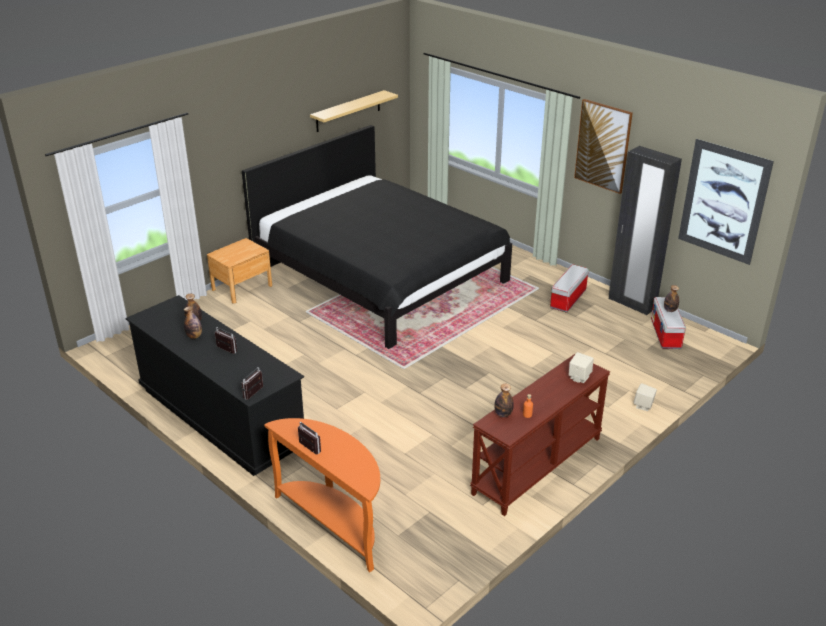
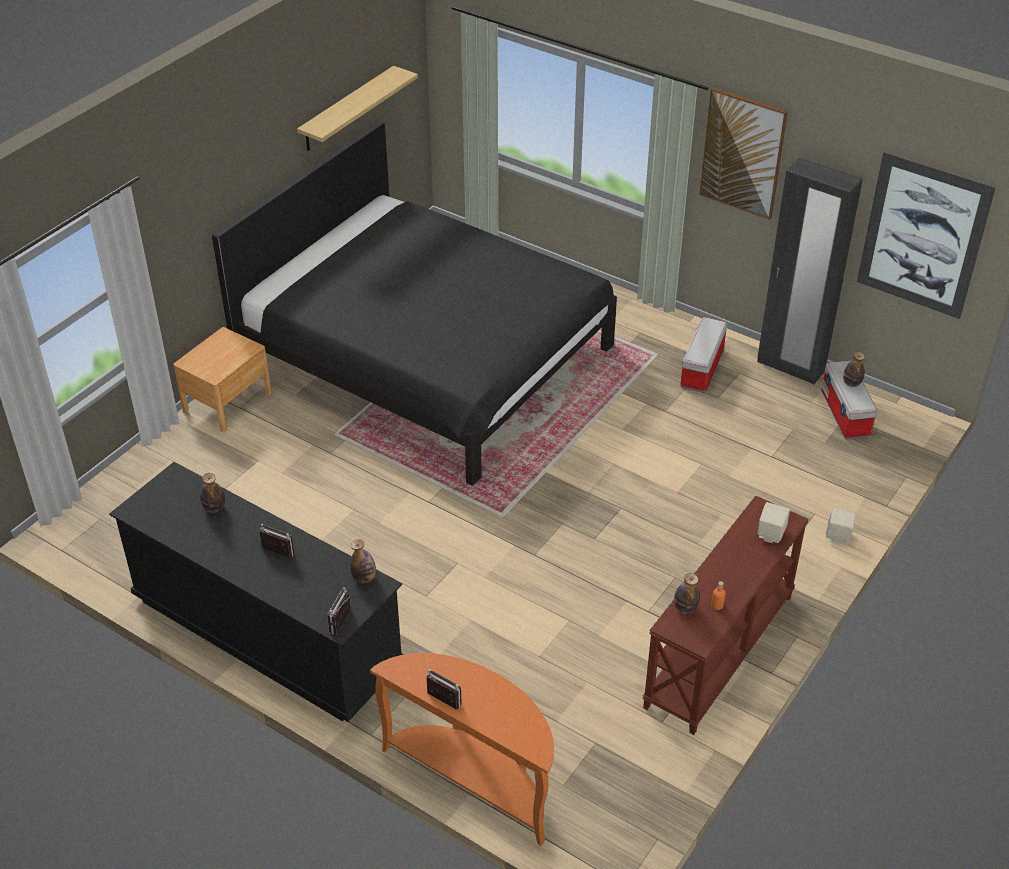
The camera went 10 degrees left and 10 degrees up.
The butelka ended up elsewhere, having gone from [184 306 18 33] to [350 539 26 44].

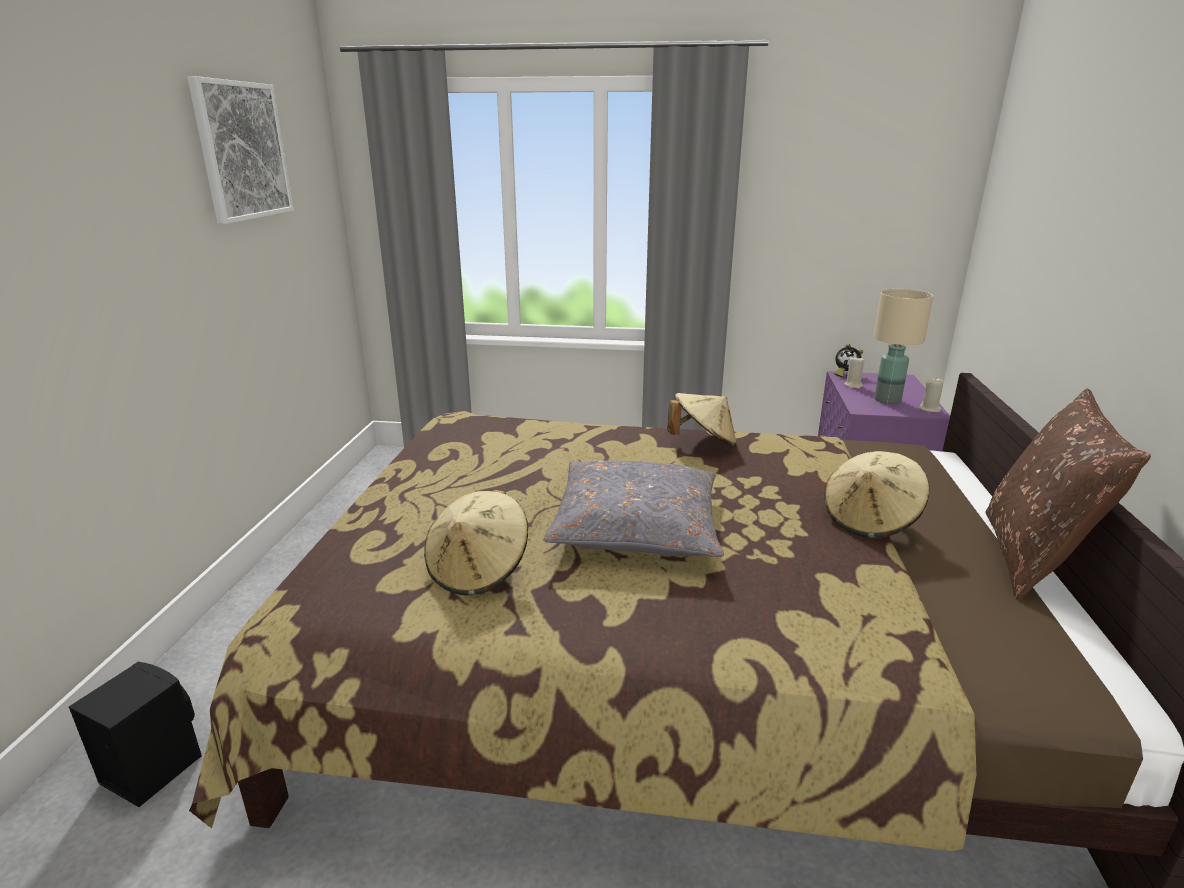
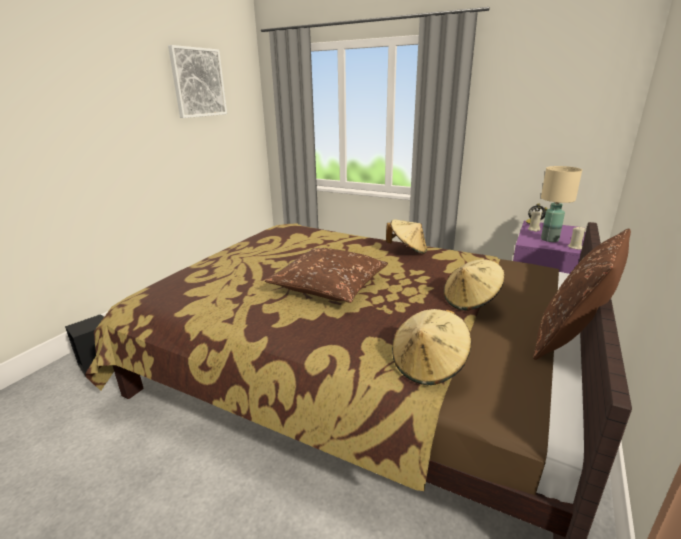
The camera went 20 degrees right and 0 degrees up.
What was the poduszka/szary at [543 460 181 97] turned into the poduszka/brązowy at [265 248 123 55].
The kapelusz/beżowy ended up elsewhere, having gone from [424 490 104 106] to [392 309 79 76].

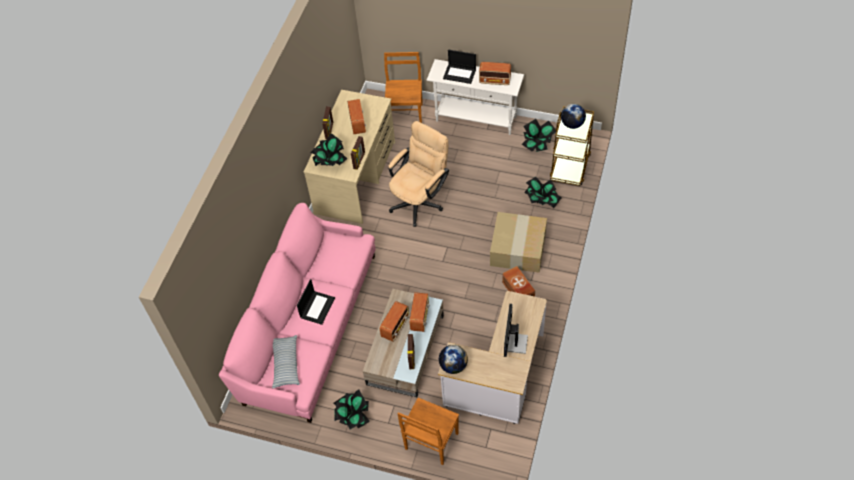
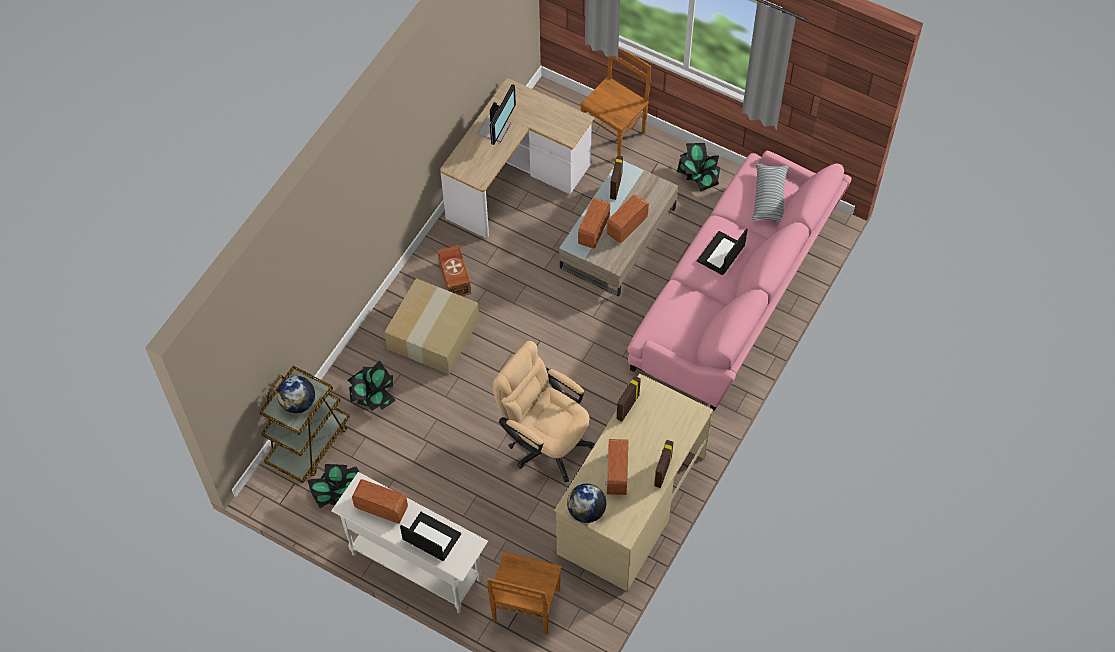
The camera went 170 degrees left and 5 degrees up.
The krzesło biurowe/beżowy at [388 121 61 106] ended up facing another way, 75 degrees clockwise from before.
The second view lost the roślina doniczkowa at [310 133 38 33].
The globus ended up elsewhere, having gone from [439 345 29 29] to [567 484 39 39].

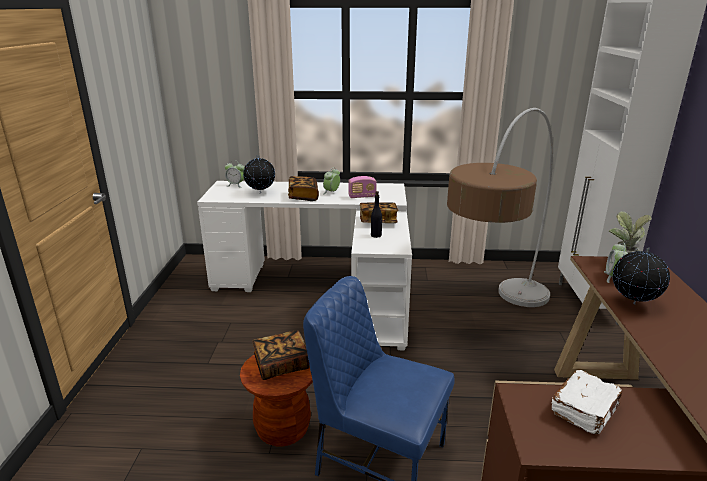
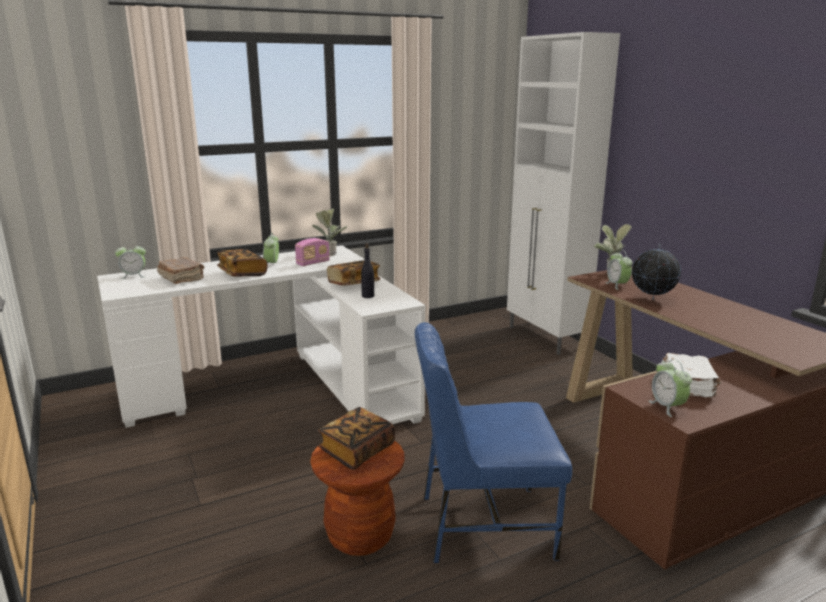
The camera went 30 degrees left and 5 degrees down.
The second view lost the lampa stojąca at [447 108 106 199].
Where the globus stood at [243 158 32 32], the książka/brązowy came to stand at [157 257 47 27].
The second view gained the roślina doniczkowa at [312 208 35 48].
The second view gained the budzik at [649 359 43 58].

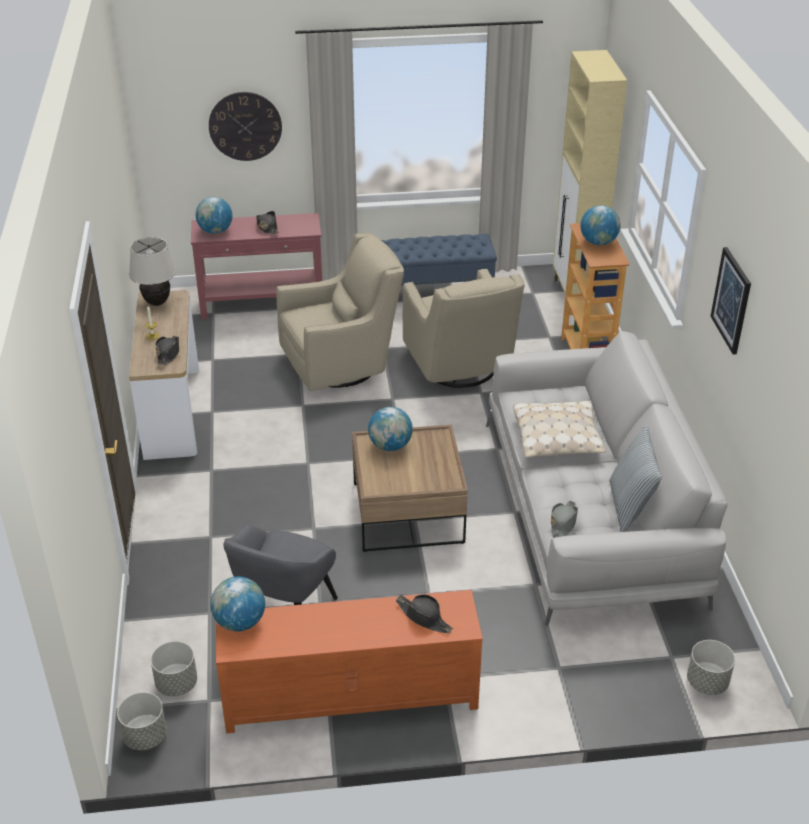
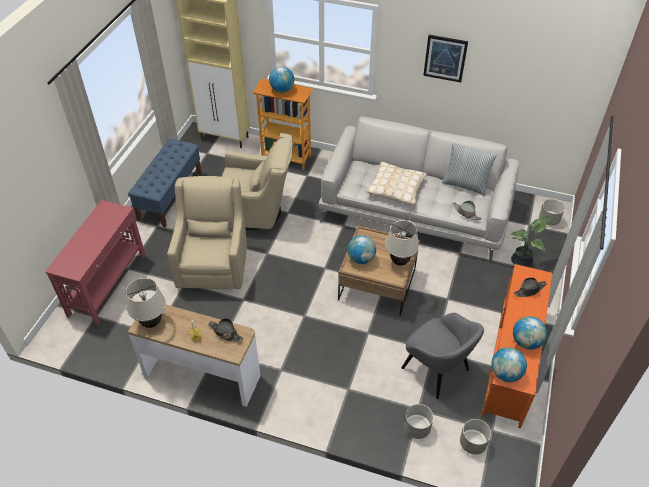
The camera went 65 degrees left and 10 degrees up.
The second view lost the zegar ścienny at [209 92 73 69].
The globus ended up elsewhere, having gone from [196 197 36 37] to [513 316 34 34].
The second view lost the kapelusz/czarny at [256 211 23 23].
The donica/szary ended up elsewhere, having gone from [117 692 50 58] to [404 404 29 35].
The second view gained the roślina doniczkowa at [510 215 40 52].
The second view gained the lampa stołowa/beżowy at [385 220 34 46].

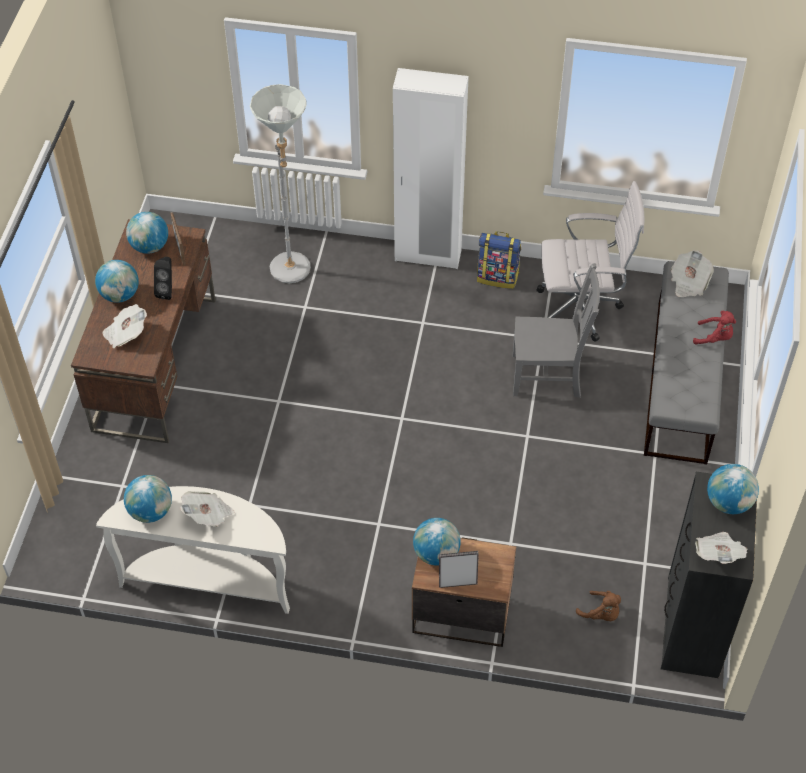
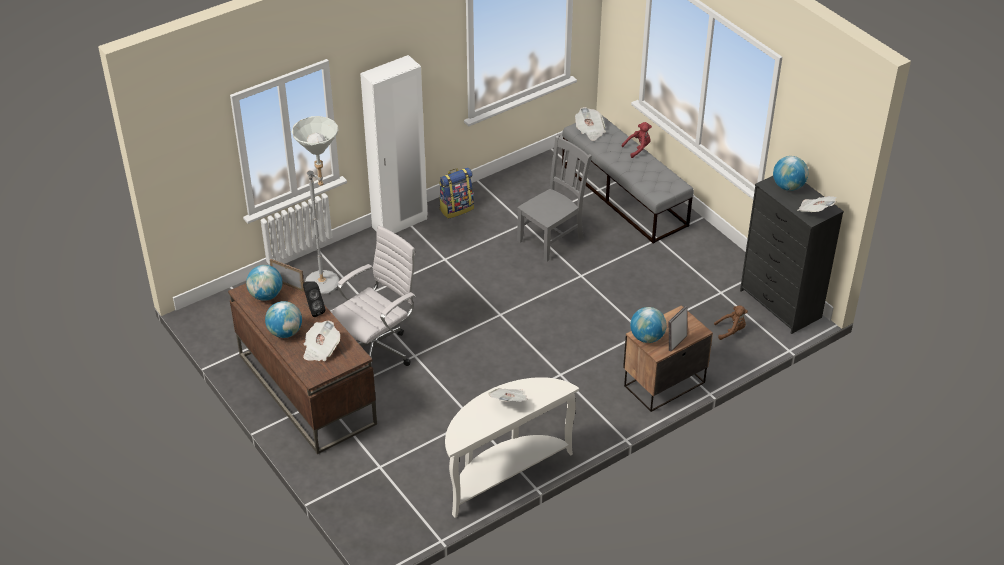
The camera went 45 degrees left and 10 degrees down.
The krzesło biurowe/biały ended up elsewhere, having gone from [537 181 108 161] to [331 225 85 141].
The second view lost the globus at [124 475 48 48].

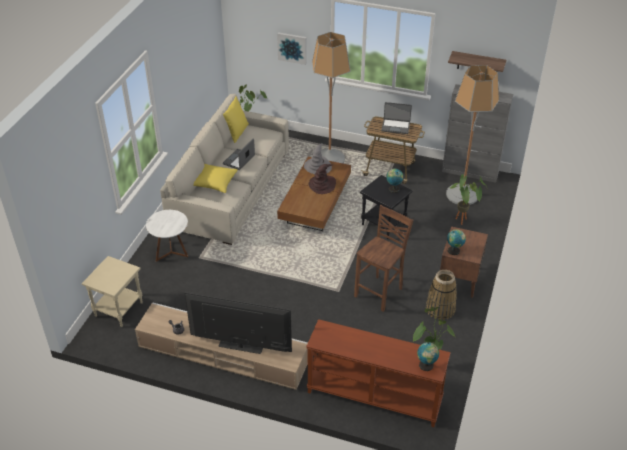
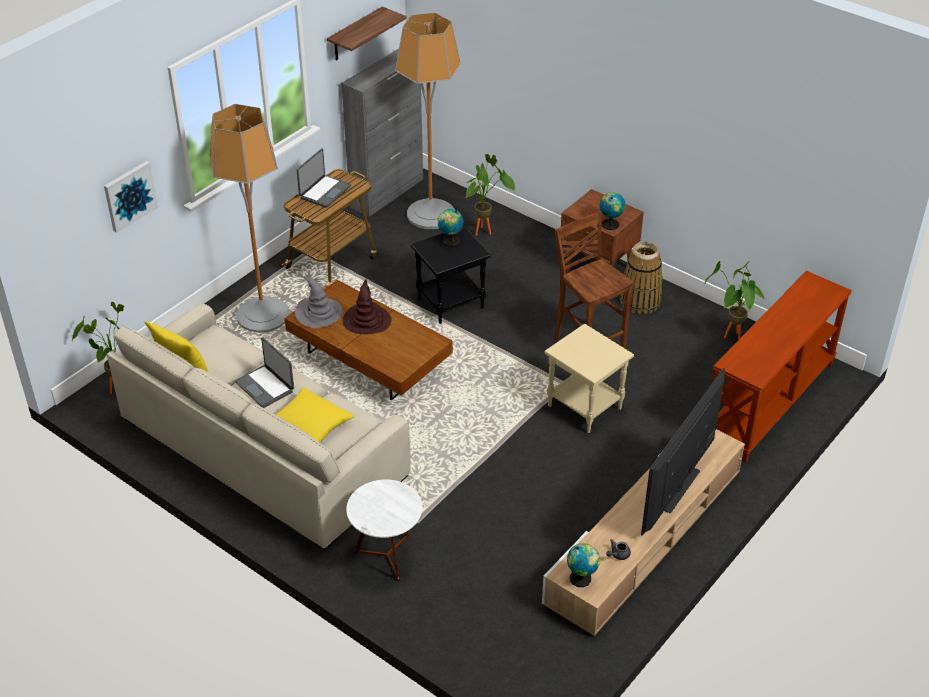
The camera went 70 degrees left and 0 degrees up.
The stolik/beżowy ended up elsewhere, having gone from [82 256 61 71] to [544 324 90 109].
The globus ended up elsewhere, having gone from [417 342 22 29] to [567 543 33 44].

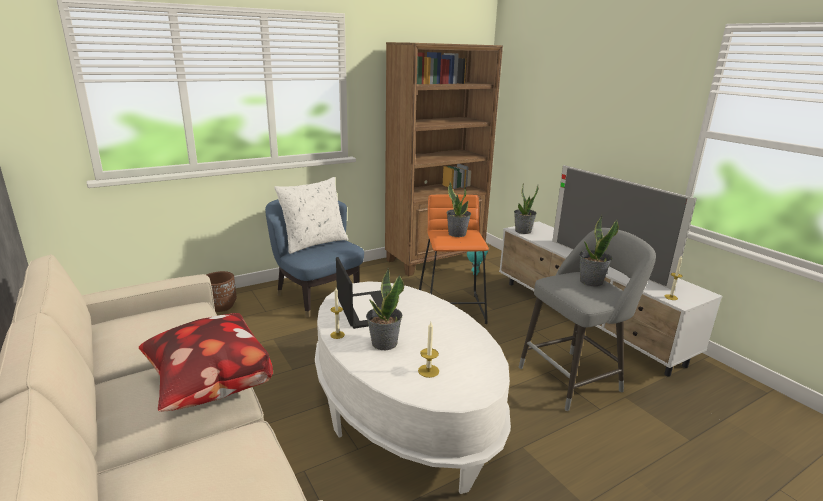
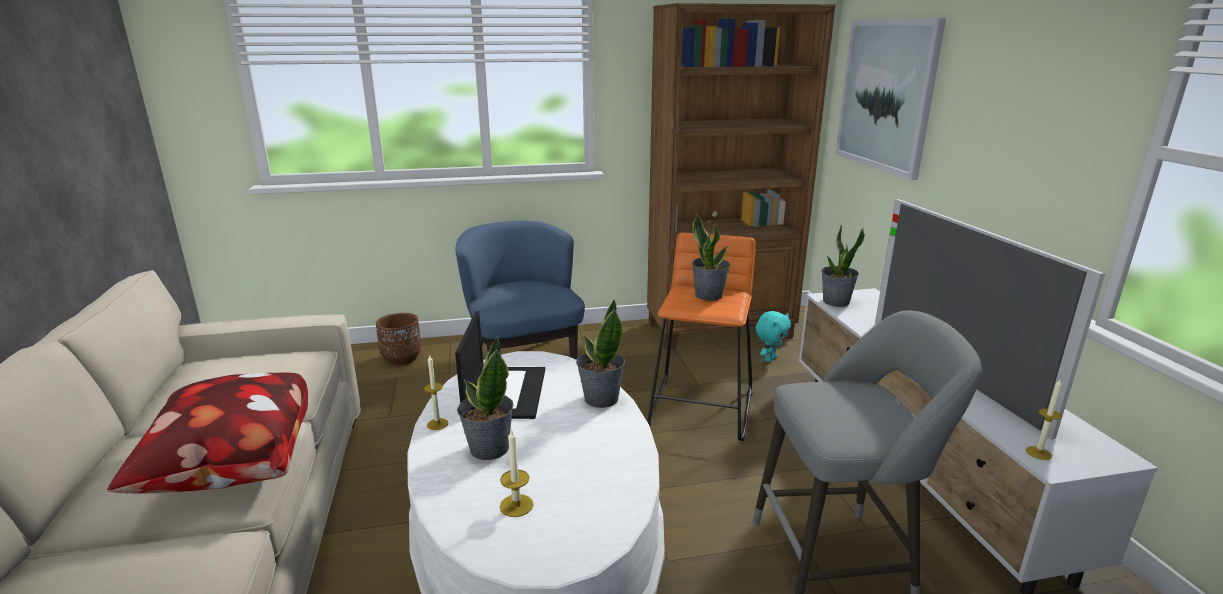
The camera went 20 degrees right and 0 degrees up.
The second view lost the poduszka/biały at [274 177 75 77].
The roślina doniczkowa ended up elsewhere, having gone from [579 215 40 71] to [576 299 49 109].
The second view gained the obraz at [835 18 111 162].

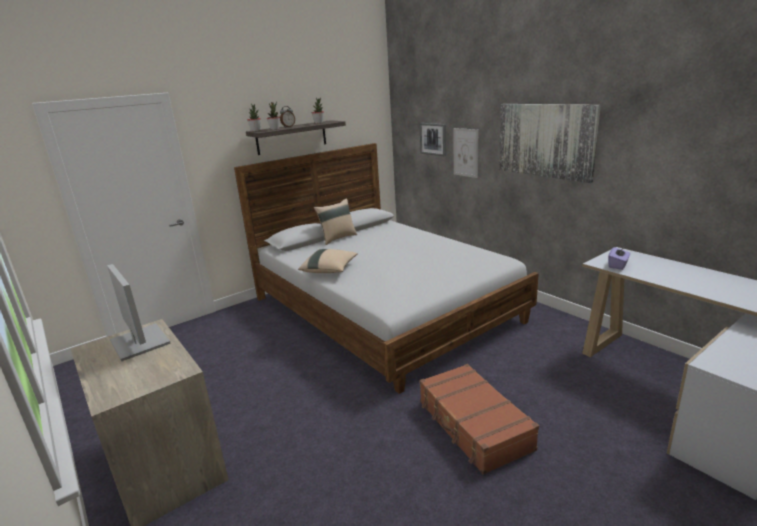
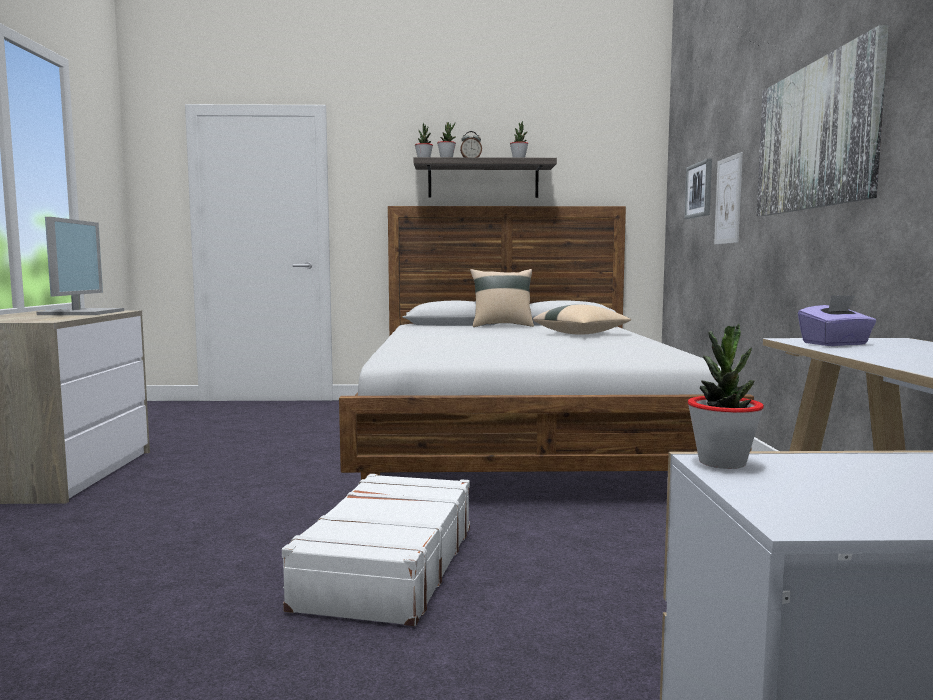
The camera went 35 degrees right and 15 degrees down.
The poduszka/beżowy ended up elsewhere, having gone from [298 249 60 24] to [533 304 98 31].
What was the walizka/brązowy at [419 364 120 111] turned into the walizka/biały at [282 474 188 152].
The second view gained the roślina doniczkowa at [687 324 77 145].

